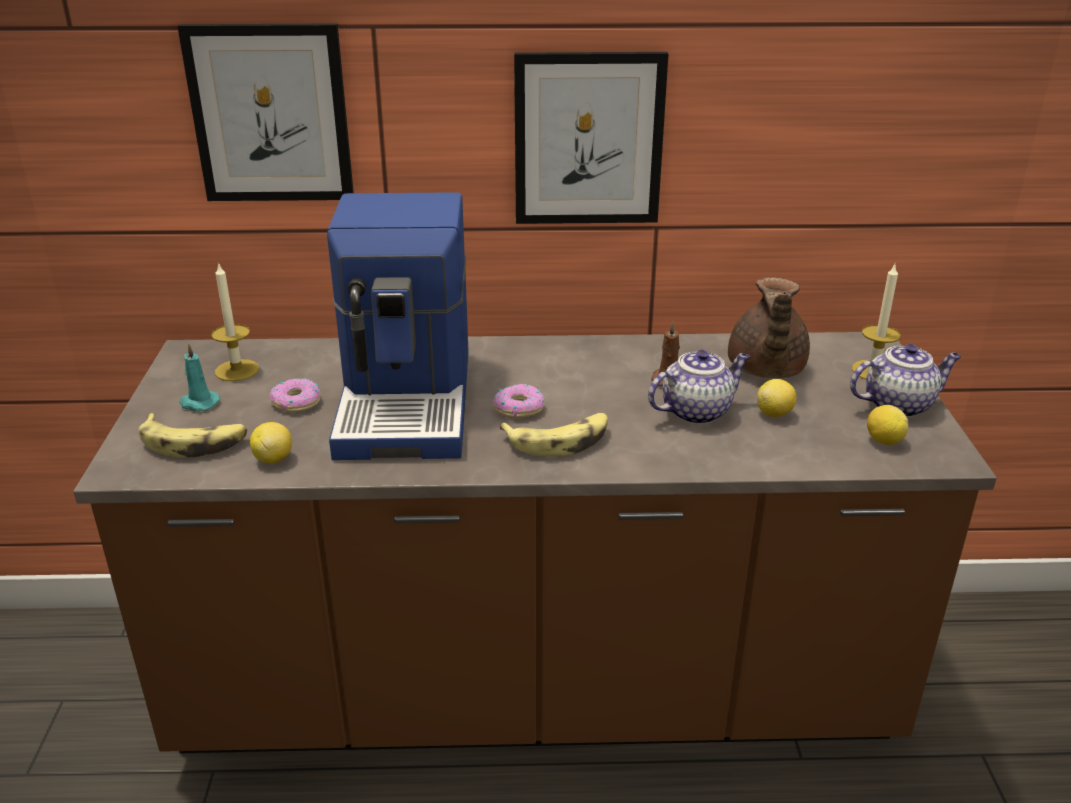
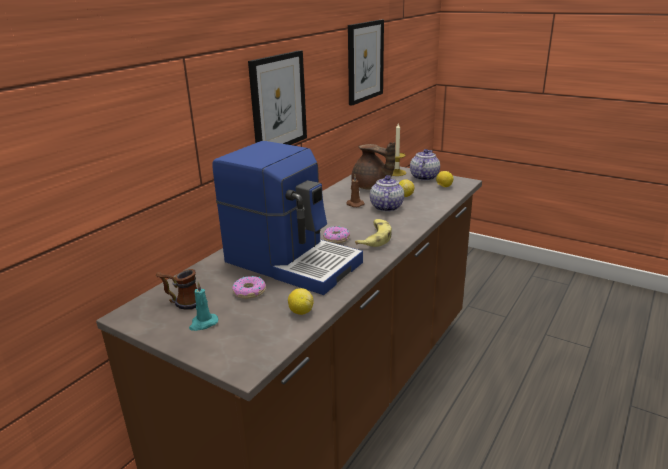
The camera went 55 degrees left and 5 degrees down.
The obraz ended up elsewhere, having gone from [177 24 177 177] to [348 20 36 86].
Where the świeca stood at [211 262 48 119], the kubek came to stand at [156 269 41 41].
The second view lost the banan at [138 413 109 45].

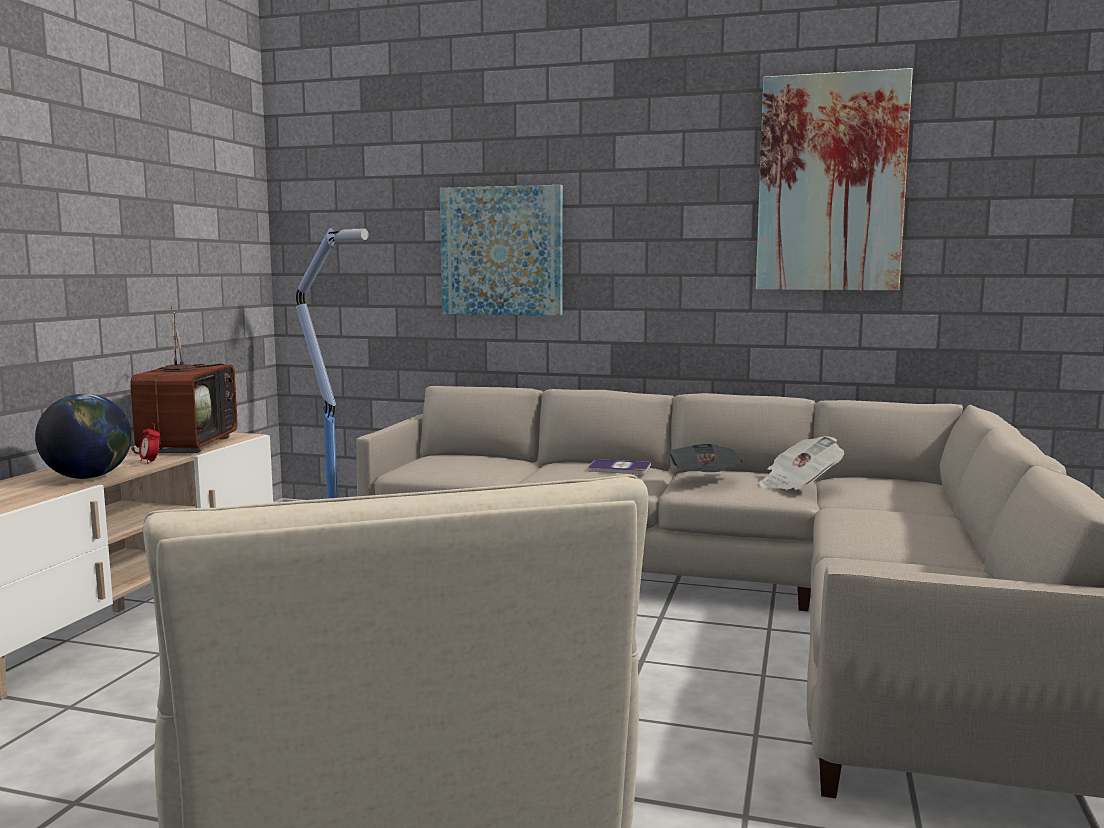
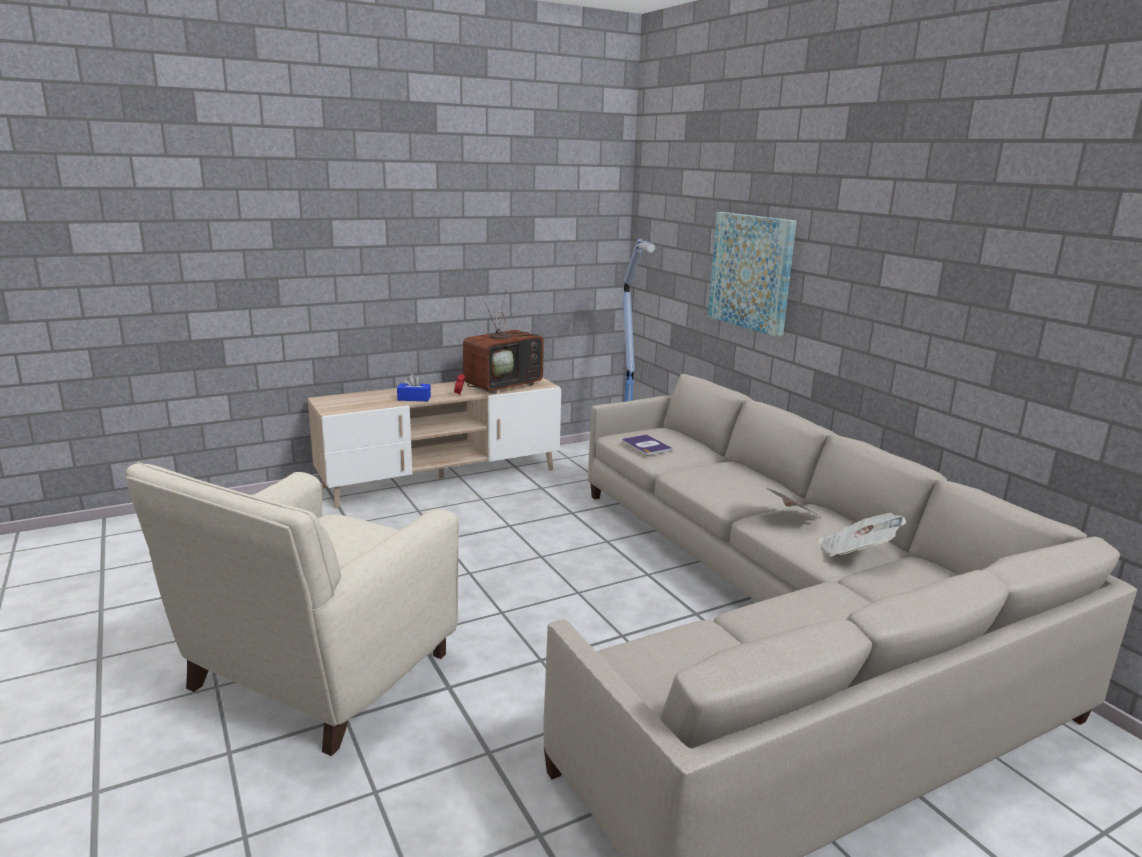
The camera went 45 degrees right and 10 degrees up.
The second view lost the obraz at [756 68 157 223].
Where the globus stood at [35 394 97 85], the pudełko chusteczek/niebieski came to stand at [397 374 34 27].
The książka ended up elsewhere, having gone from [588 459 63 15] to [622 434 51 21].

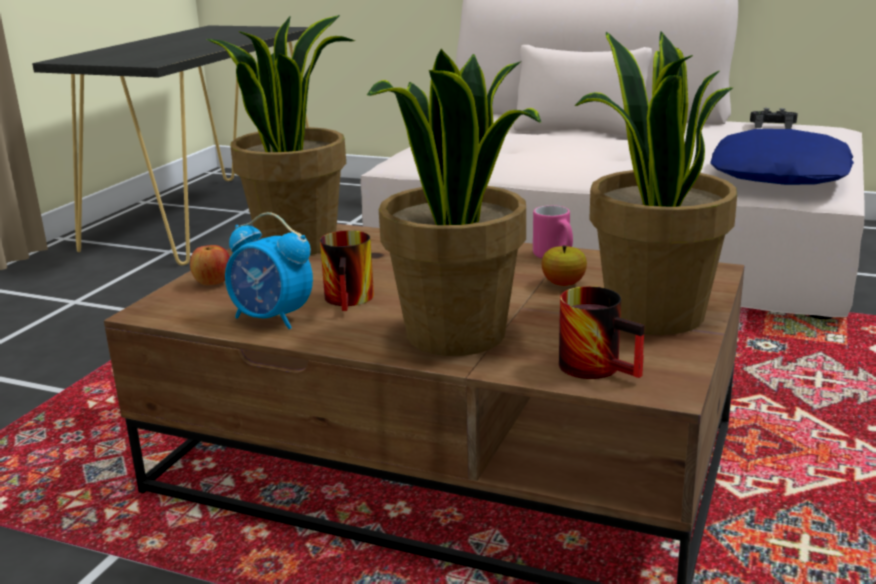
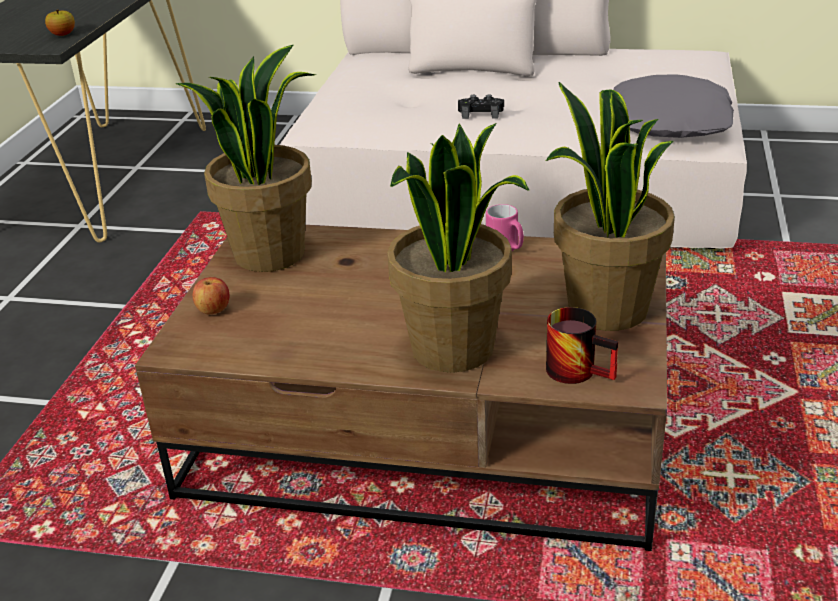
The camera went 10 degrees left and 10 degrees up.
The pad do gier/czarny ended up elsewhere, having gone from [750 108 48 21] to [458 94 46 25].
What was the poduszka/niebieski at [710 129 144 56] turned into the poduszka/szary at [614 74 120 64].
The second view lost the budzik at [225 212 88 117].
The second view lost the kubek at [320 230 54 81].
The jabłko ended up elsewhere, having gone from [541 245 46 41] to [45 10 30 26].

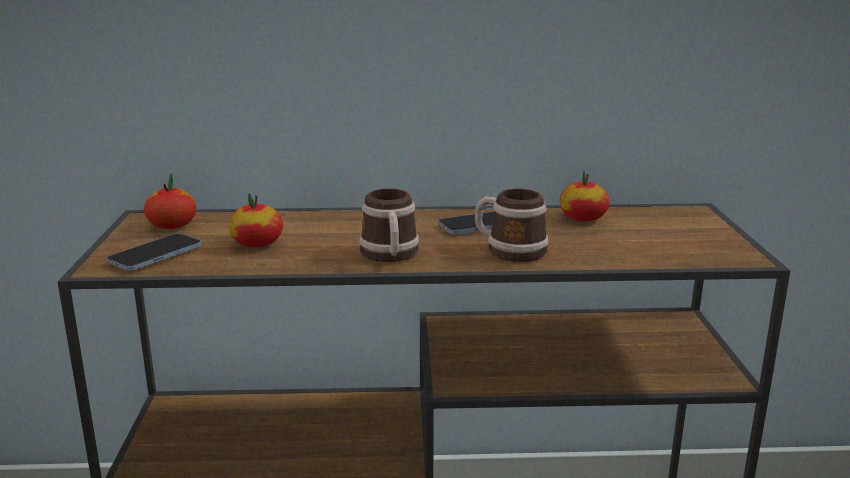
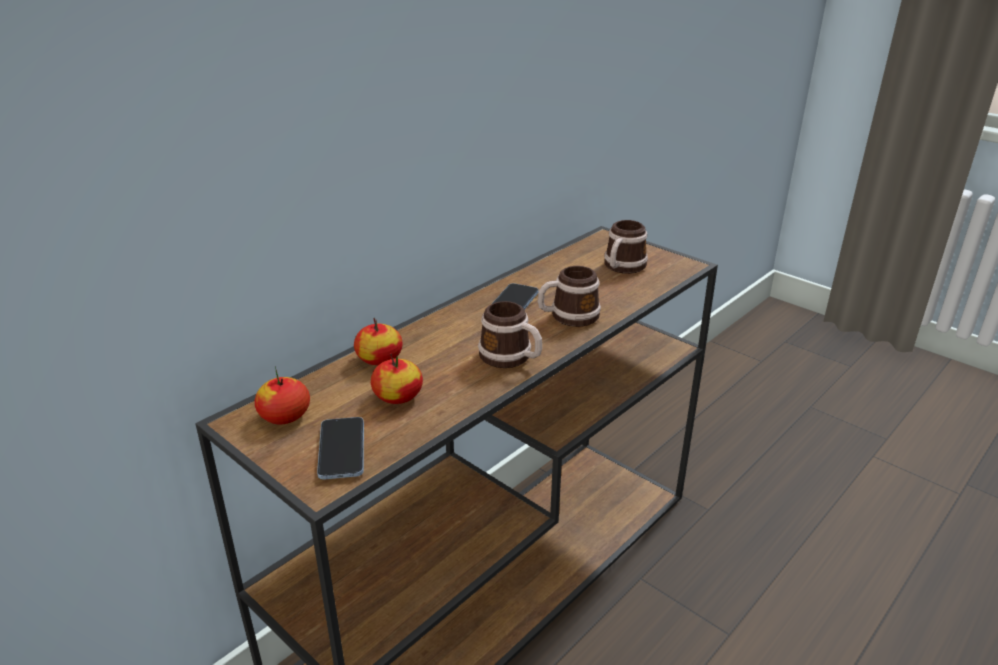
The camera went 45 degrees left and 10 degrees up.
The jabłko ended up elsewhere, having gone from [560 171 49 50] to [354 318 49 47].
The second view gained the kubek at [604 220 44 54].

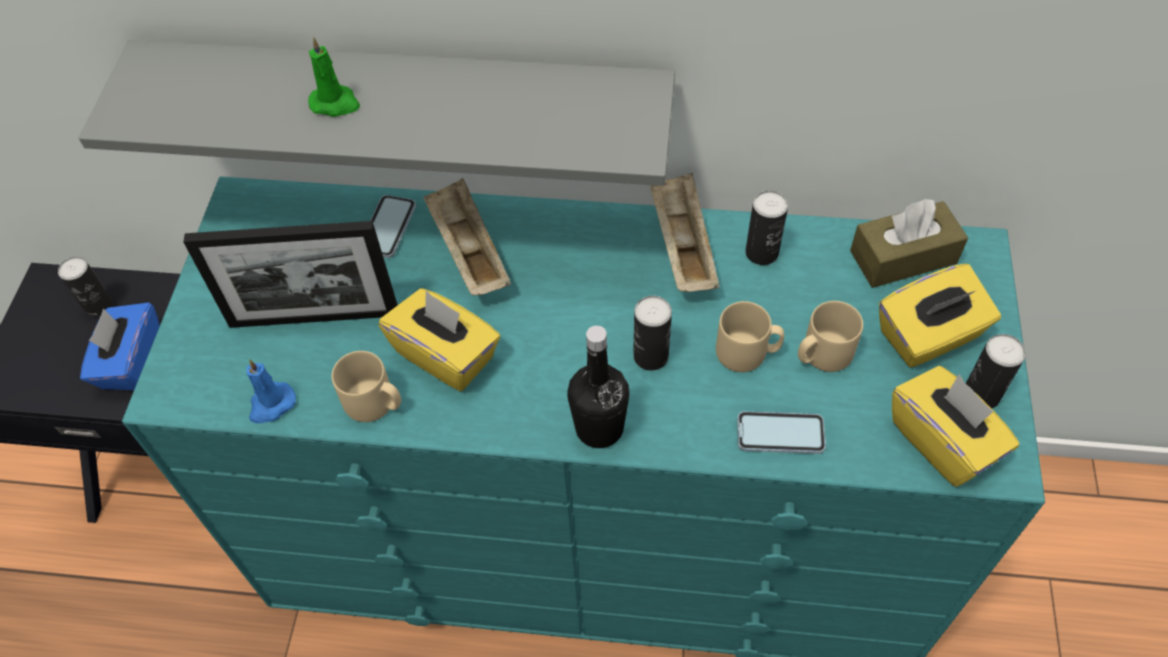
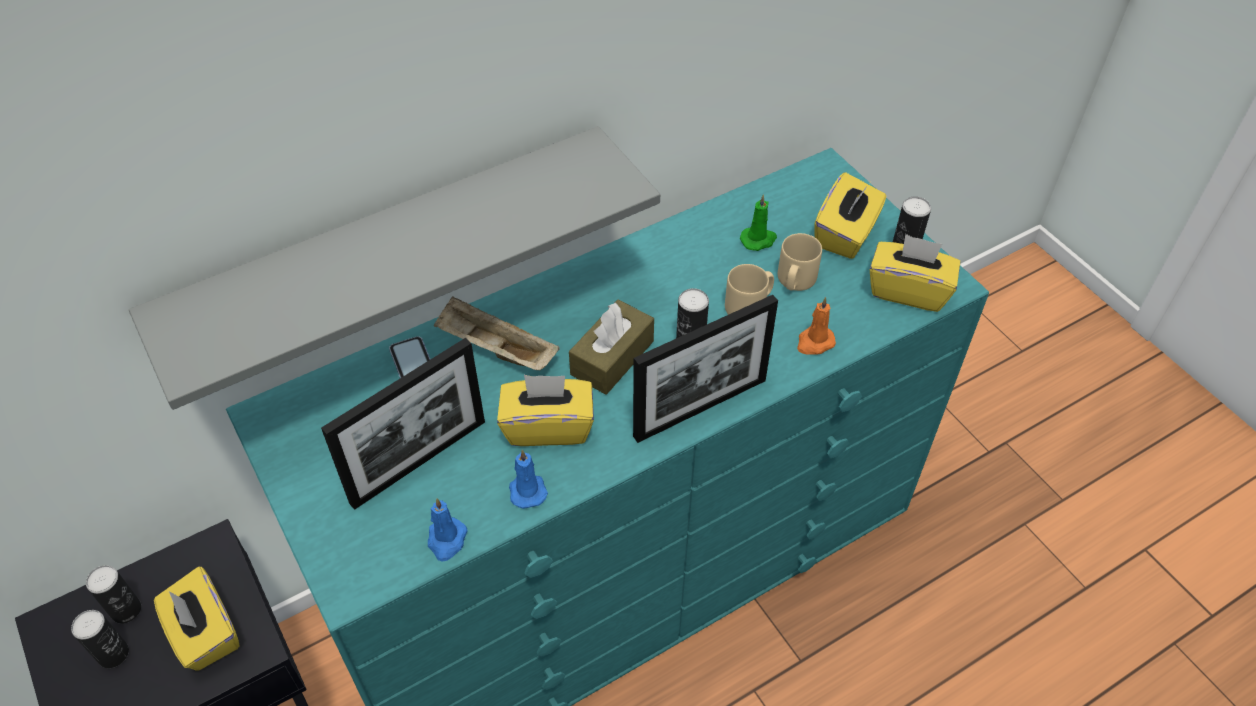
The camera went 40 degrees left and 5 degrees down.
The świeca/zielony ended up elsewhere, having gone from [308 37 52 80] to [740 194 37 57].
The second view lost the taca/beżowy at [650 173 69 119].
The puszka ended up elsewhere, having gone from [745 190 43 75] to [71 610 58 58].
The pudełko chusteczek/brązowy ended up elsewhere, having gone from [850 198 118 90] to [569 300 85 95].
What was the pudełko chusteczek/niebieski at [80 303 80 87] turned into the pudełko chusteczek/żółty at [154 567 86 104].
Where the butelka/czarny stood at [567 326 63 122], the ramka na zdjęcie came to stand at [633 295 145 148].
Where the kubek/beżowy stood at [332 351 69 71], the świeca/niebieski came to stand at [509 450 39 59].
Where the telefon stood at [737 411 89 43], the świeca/pomarańczowy came to stand at [797 297 39 58].

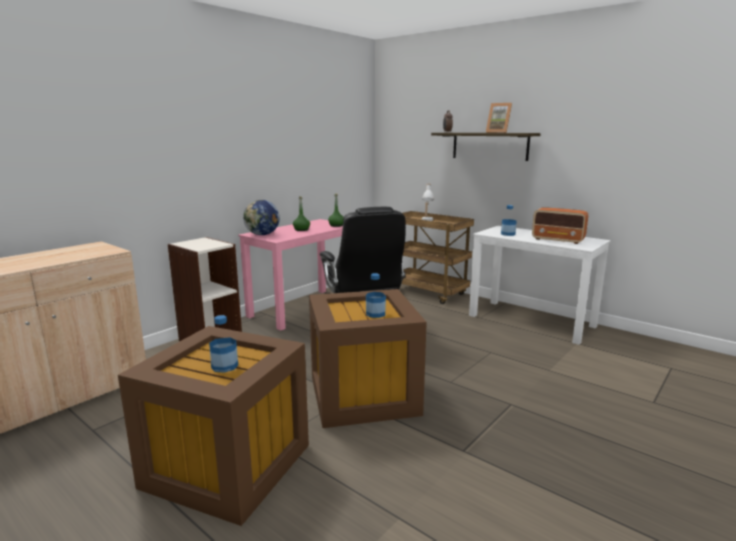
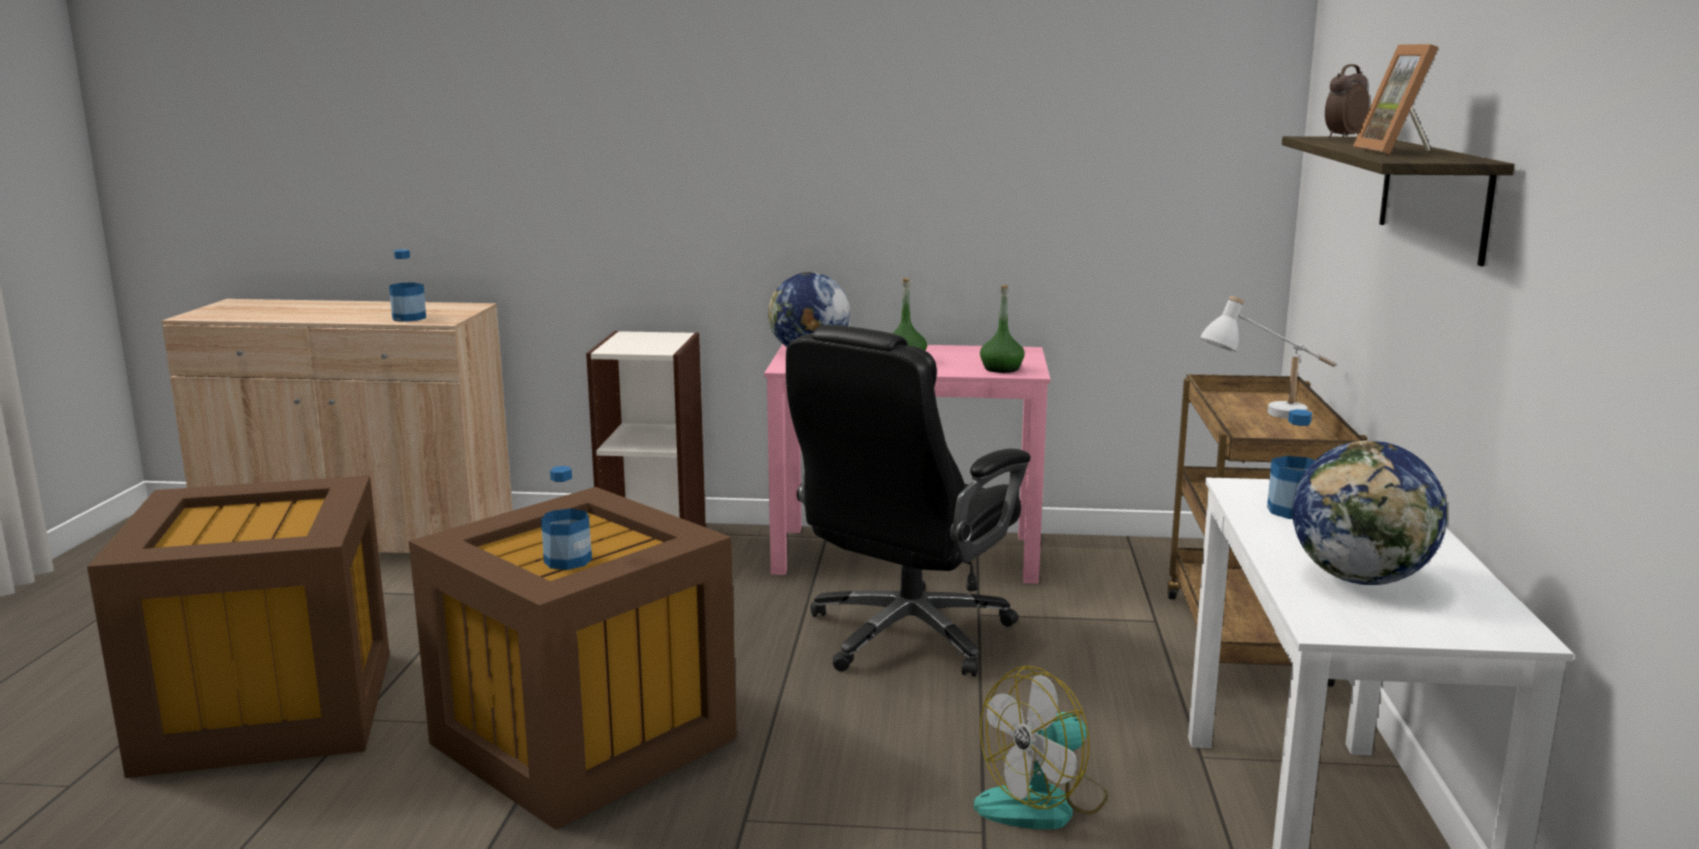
The camera went 55 degrees right and 0 degrees up.
Where the radio stood at [532 207 56 37], the globus came to stand at [1292 440 155 145].
The butelka ended up elsewhere, having gone from [209 315 29 58] to [389 249 37 73].
The second view gained the wentylator at [974 666 134 163].

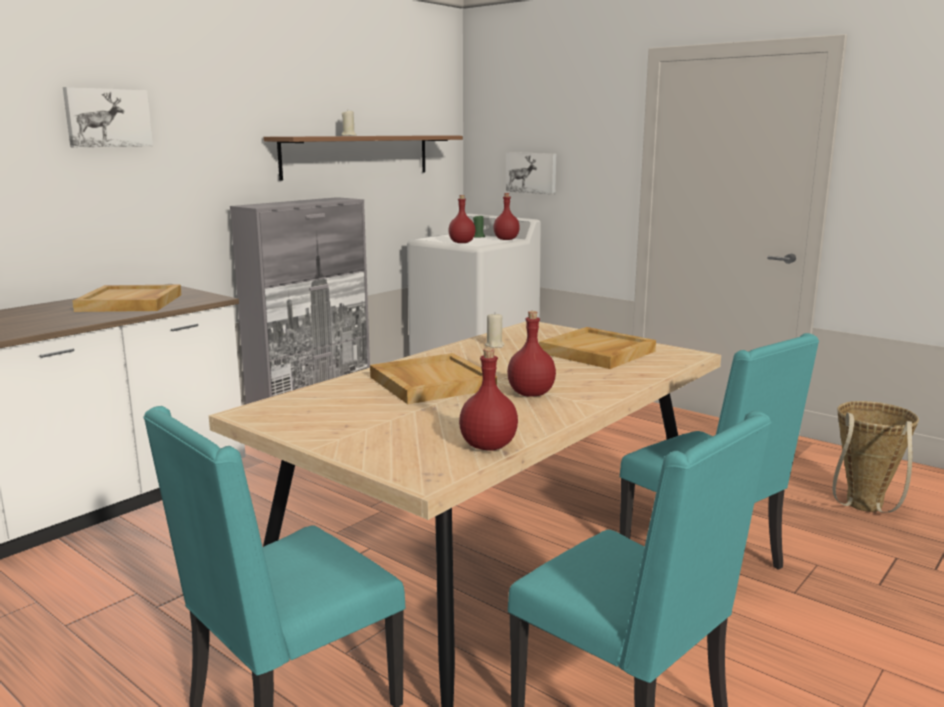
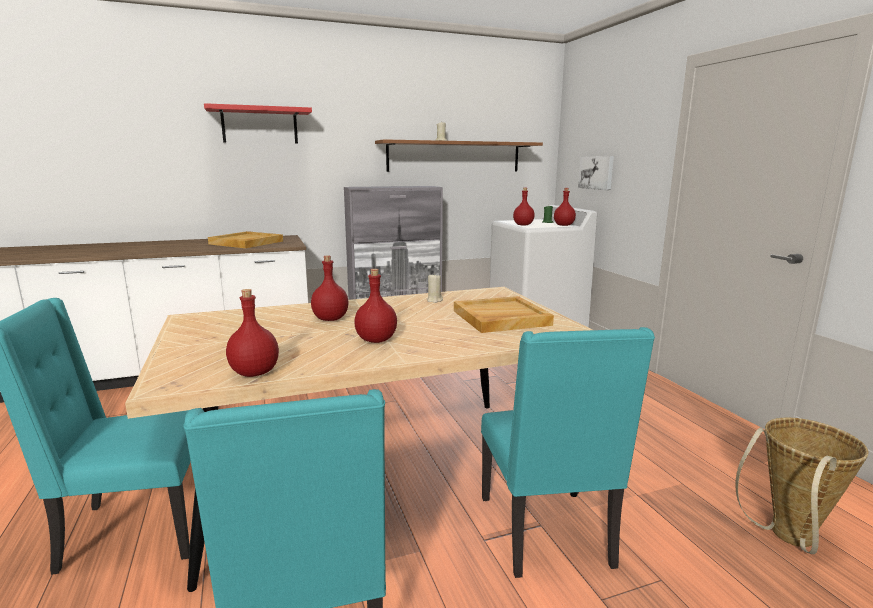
The camera went 30 degrees right and 0 degrees up.
Where the obraz hung at [63 87 90 60], the półka/czerwony came to hang at [204 103 108 41].
Where the taca/beżowy stood at [370 353 127 51], the butelka/czerwony came to stand at [311 256 38 65].

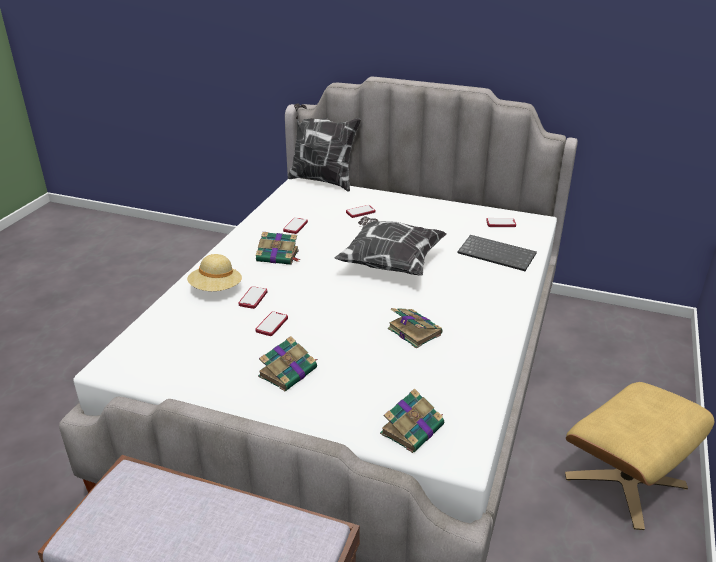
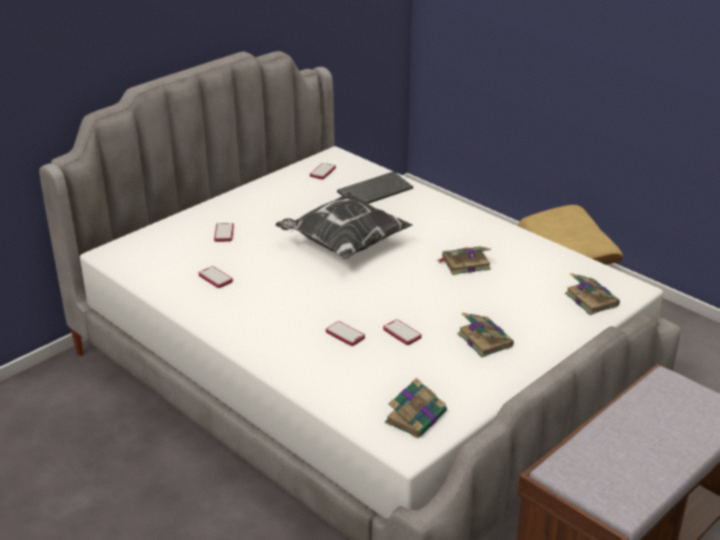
The camera went 65 degrees left and 0 degrees up.
The second view lost the poduszka at [288 103 73 89].
The książka ended up elsewhere, having gone from [256 232 44 33] to [385 378 62 60].
The second view lost the kapelusz/beżowy at [187 254 55 37].

